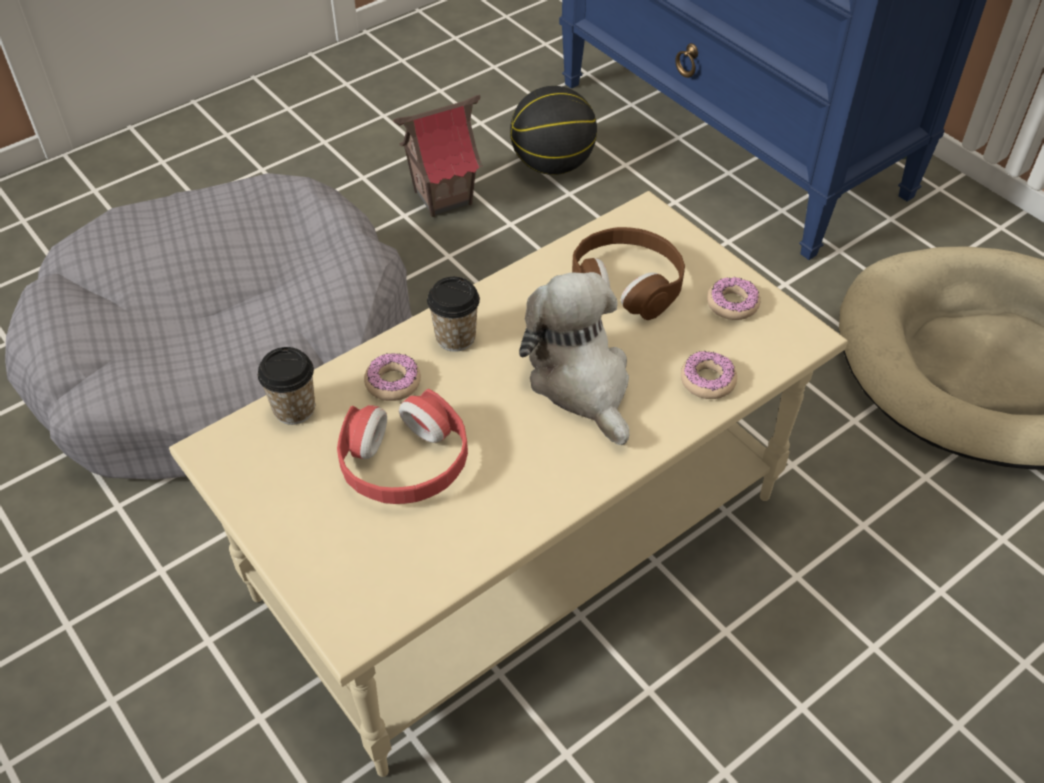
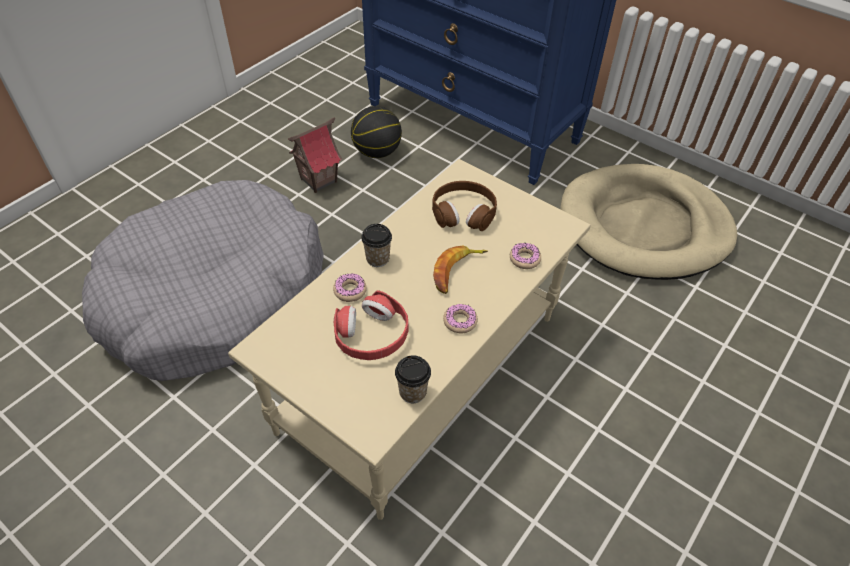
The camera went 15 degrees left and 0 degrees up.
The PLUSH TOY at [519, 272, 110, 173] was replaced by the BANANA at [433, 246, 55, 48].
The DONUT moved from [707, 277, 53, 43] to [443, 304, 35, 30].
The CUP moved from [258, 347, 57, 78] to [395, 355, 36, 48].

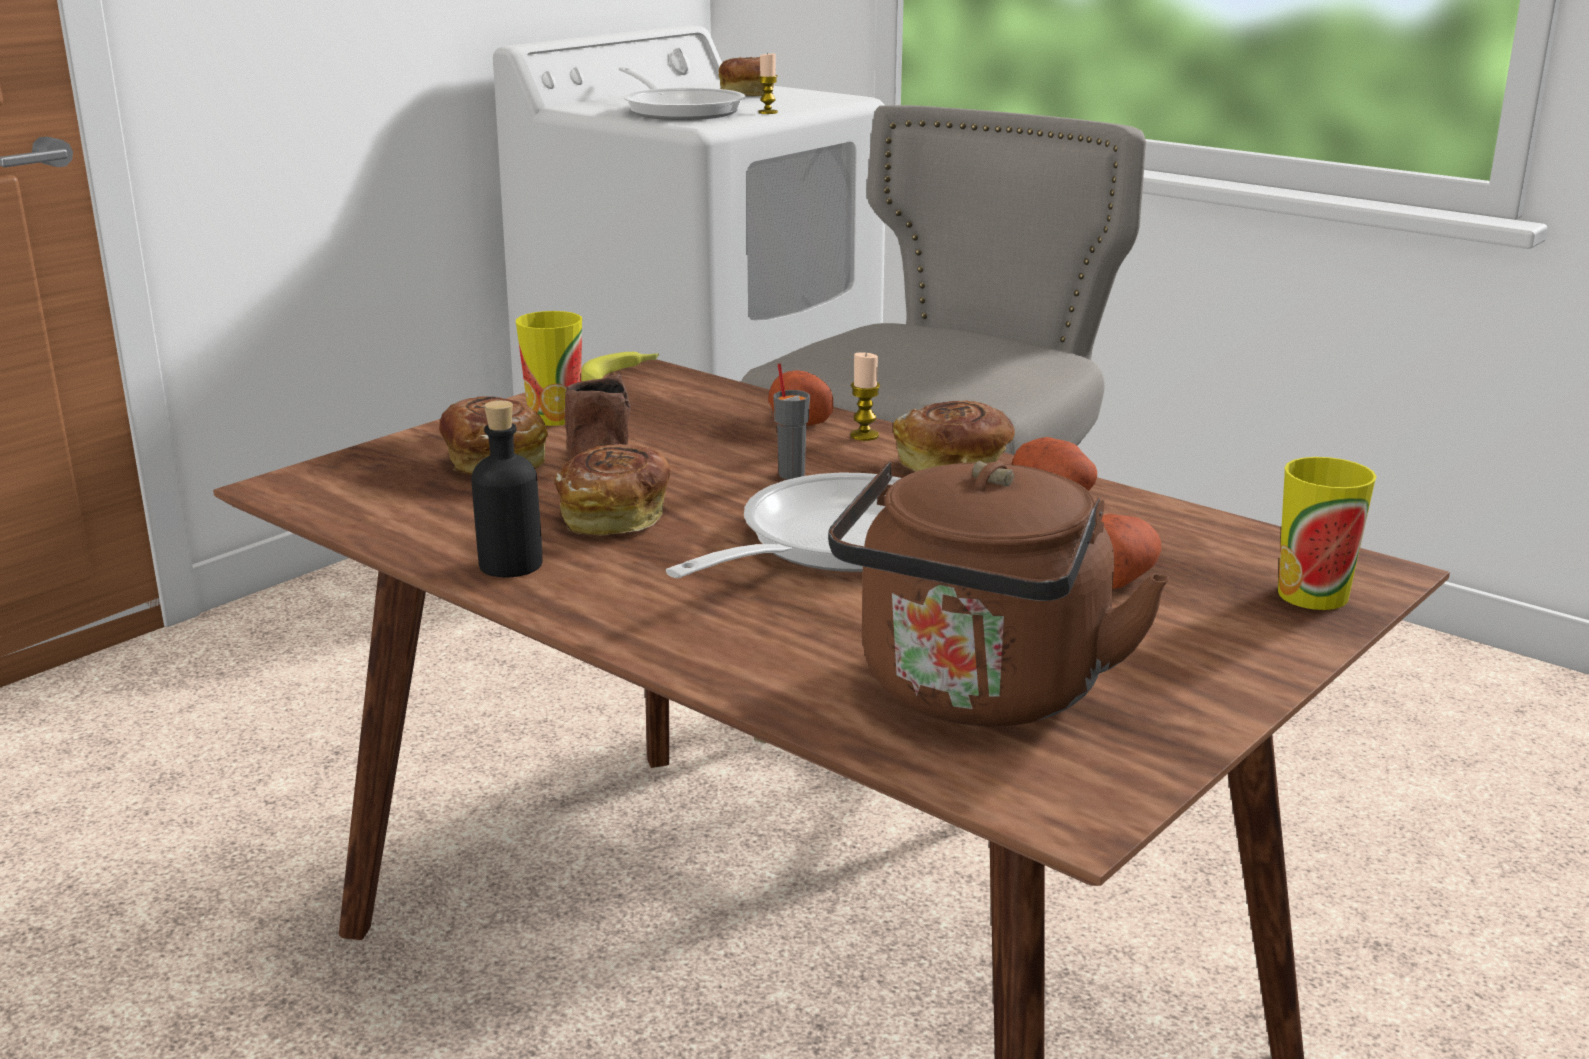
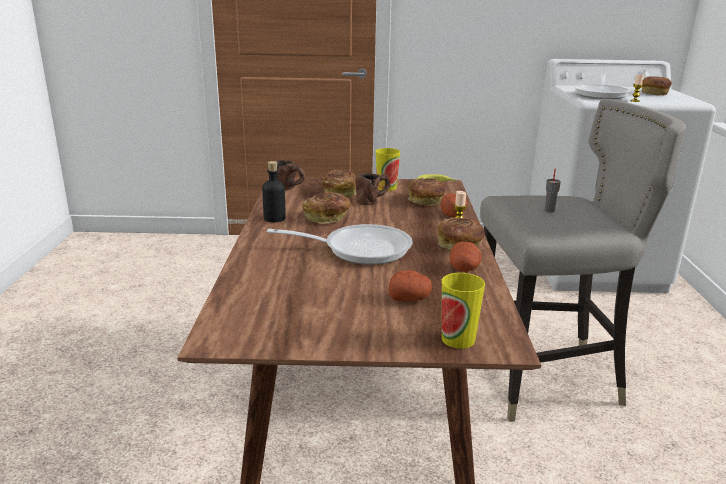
The camera went 50 degrees right and 0 degrees up.
The GREY CUP moved from [773, 363, 37, 116] to [545, 169, 16, 44].
The BROWN KETTLE at [828, 461, 341, 266] disappeared.
The BROWN MUG at [274, 159, 31, 31] appeared.
The BREAD at [408, 178, 37, 28] appeared.

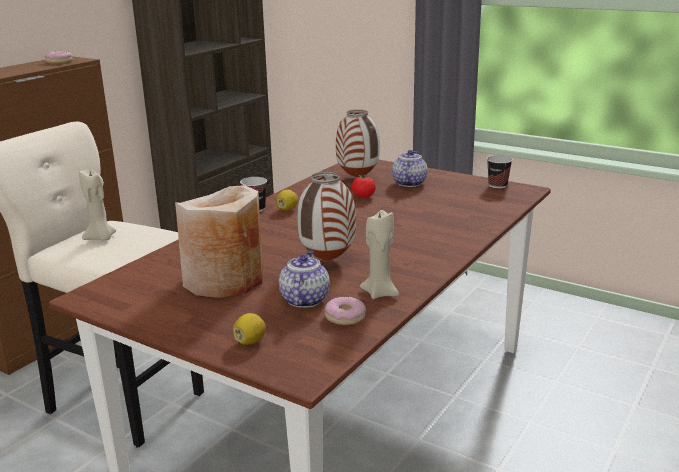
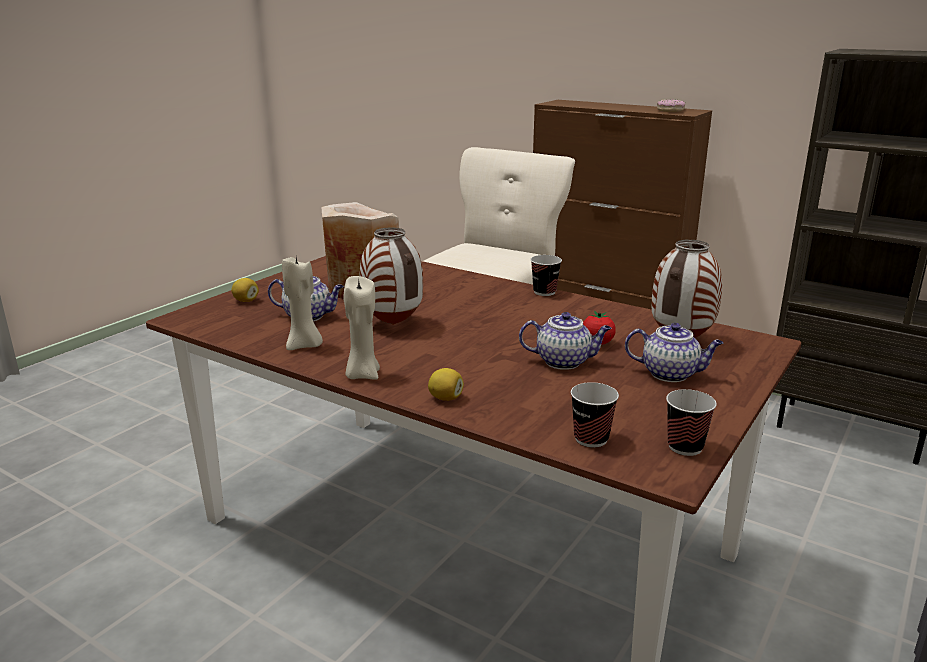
The camera went 90 degrees right and 0 degrees up.
The BEIGE CANDLE moved from [79, 170, 38, 70] to [344, 276, 36, 103].
The LEMON moved from [276, 190, 22, 21] to [428, 368, 36, 33].
The DONUT at [324, 297, 42, 28] disappeared.
The TEAPOT at [519, 312, 92, 58] appeared.
The CUP at [571, 382, 48, 66] appeared.

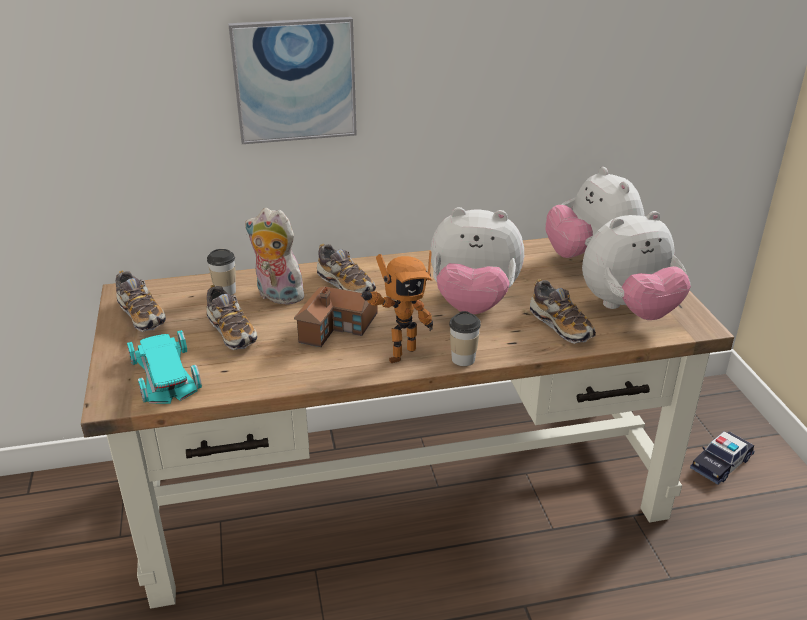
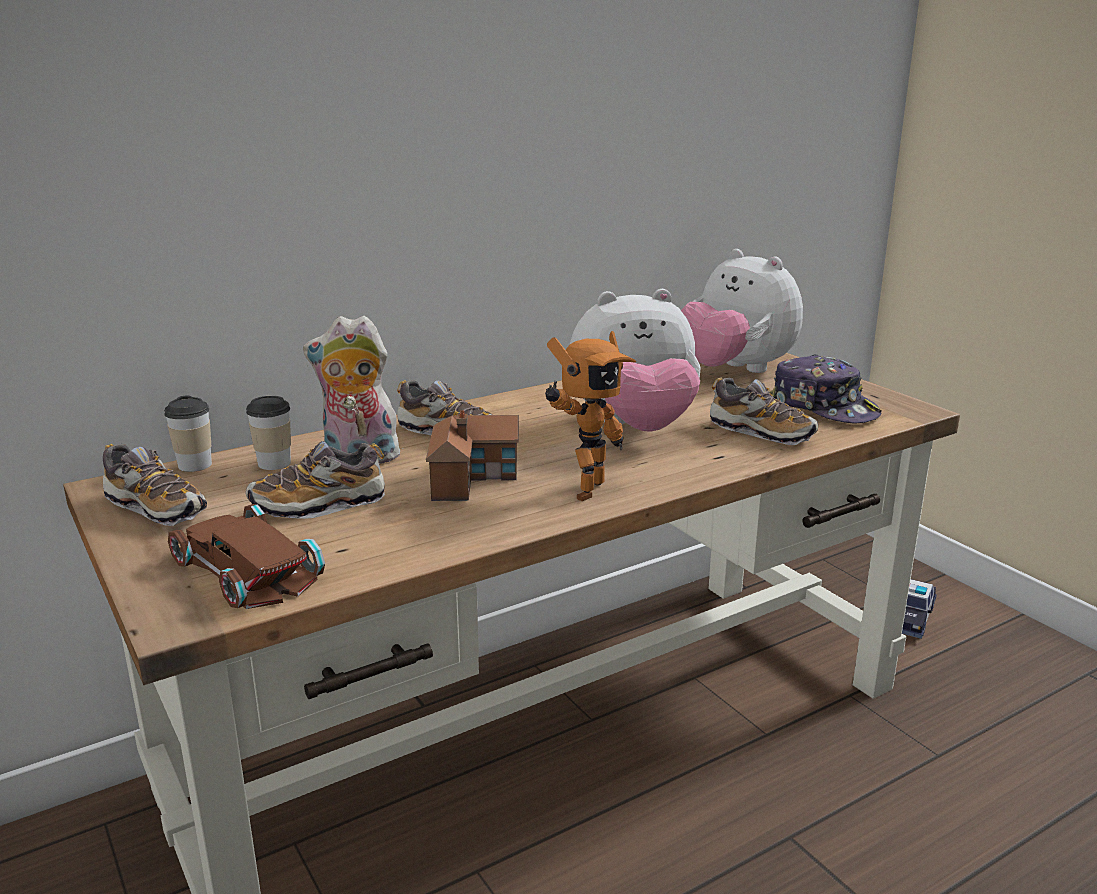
The camera went 20 degrees left and 10 degrees down.
The PICTURE at [228, 17, 129, 127] disappeared.
The PLUSH TOY at [582, 211, 109, 109] was replaced by the CAP at [770, 354, 111, 69].
The SHOE at [207, 285, 50, 65] turned 120 degrees clockwise.
The CUP moved from [449, 311, 32, 55] to [164, 395, 48, 77].
The TURQUOISE TOY CAR at [127, 330, 75, 74] became the BROWN TOY CAR at [168, 504, 157, 105].

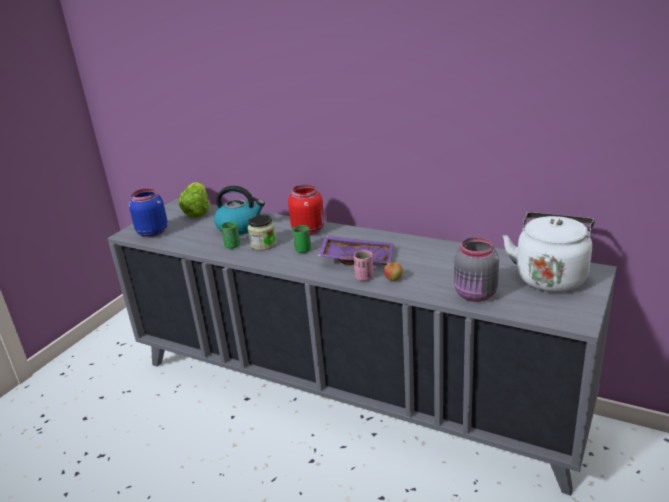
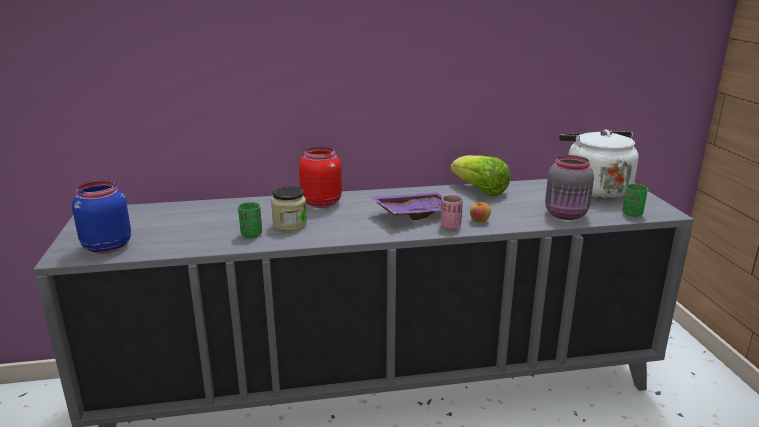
The camera went 40 degrees left and 5 degrees down.
The LETTUCE moved from [179, 182, 31, 36] to [451, 155, 59, 41].
The KETTLE at [214, 186, 51, 49] disappeared.
The GREEN CUP moved from [292, 225, 19, 28] to [622, 184, 26, 33].

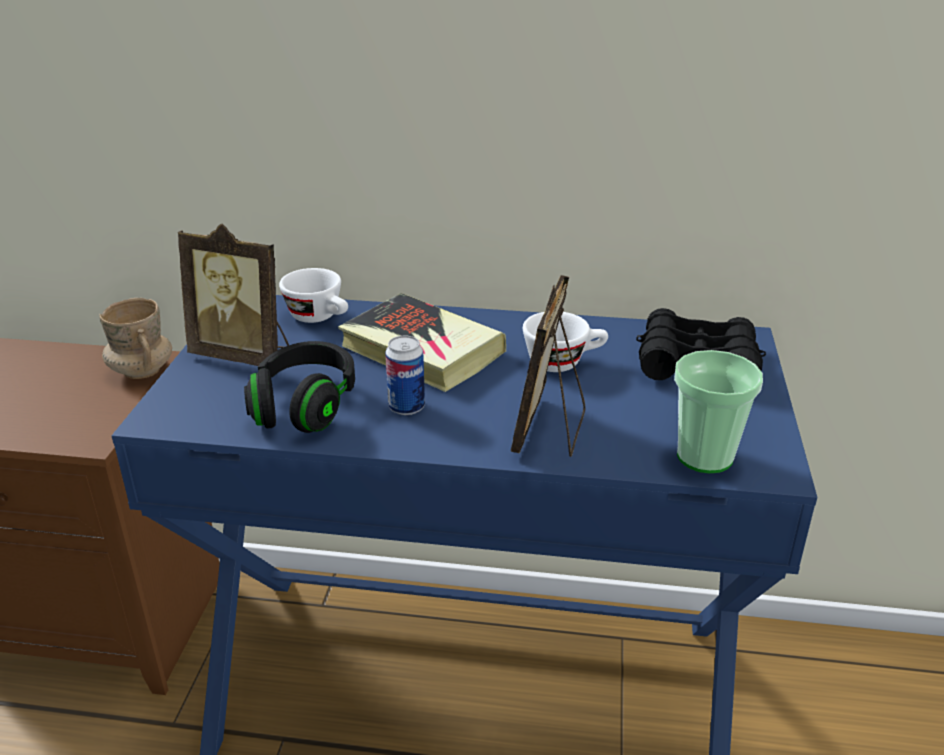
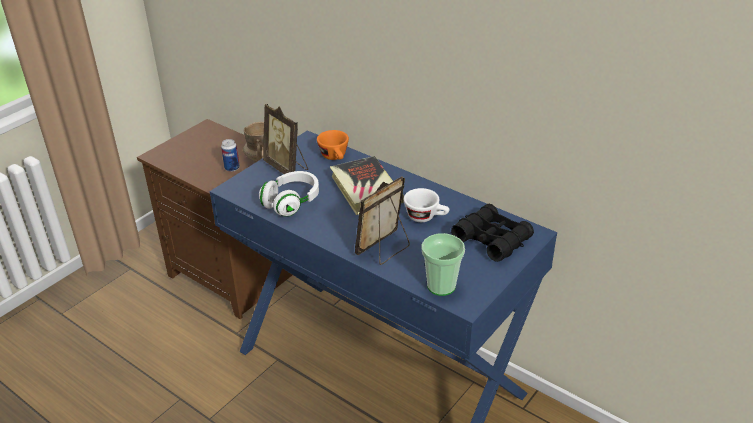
The camera went 30 degrees right and 5 degrees up.
The WHITE CUP at [279, 268, 69, 55] became the ORANGE CUP at [317, 130, 32, 30].
The CAN moved from [385, 336, 40, 79] to [221, 139, 19, 33].
The BLACK HEADPHONES at [244, 341, 111, 92] became the WHITE HEADPHONES at [259, 171, 60, 46].

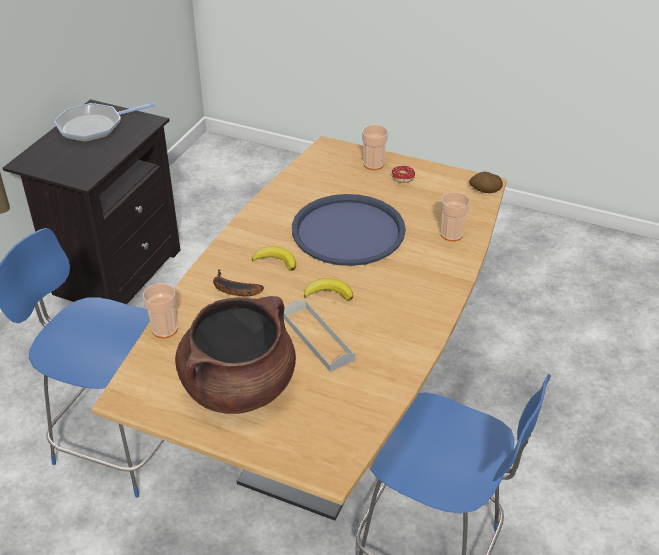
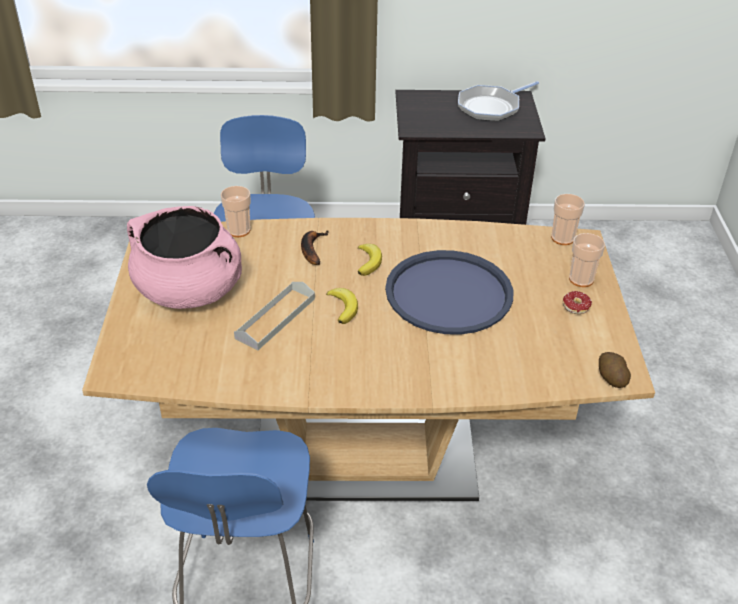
The camera went 65 degrees right and 0 degrees up.
The FRYING PAN at [54, 103, 101, 39] turned 75 degrees counterclockwise.
The CUP moved from [441, 192, 29, 50] to [551, 194, 34, 51].
The BROWN COOKING POT at [175, 296, 121, 118] became the PINK COOKING POT at [127, 206, 115, 103].

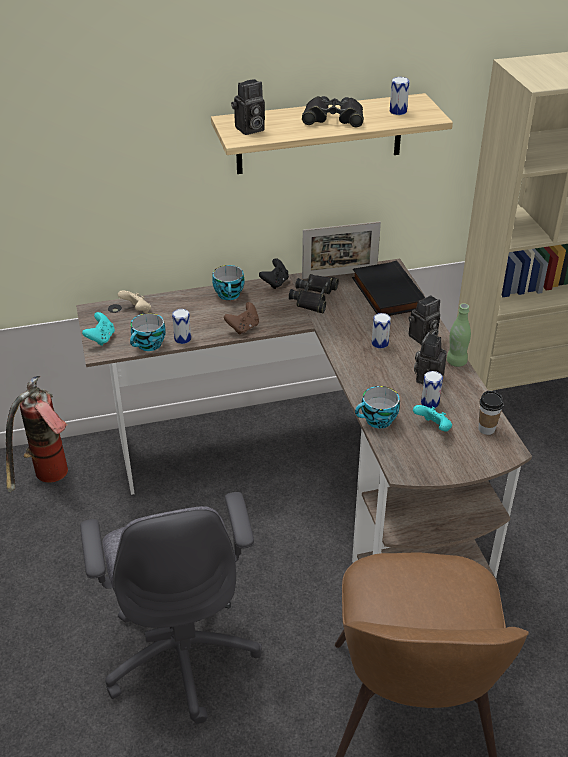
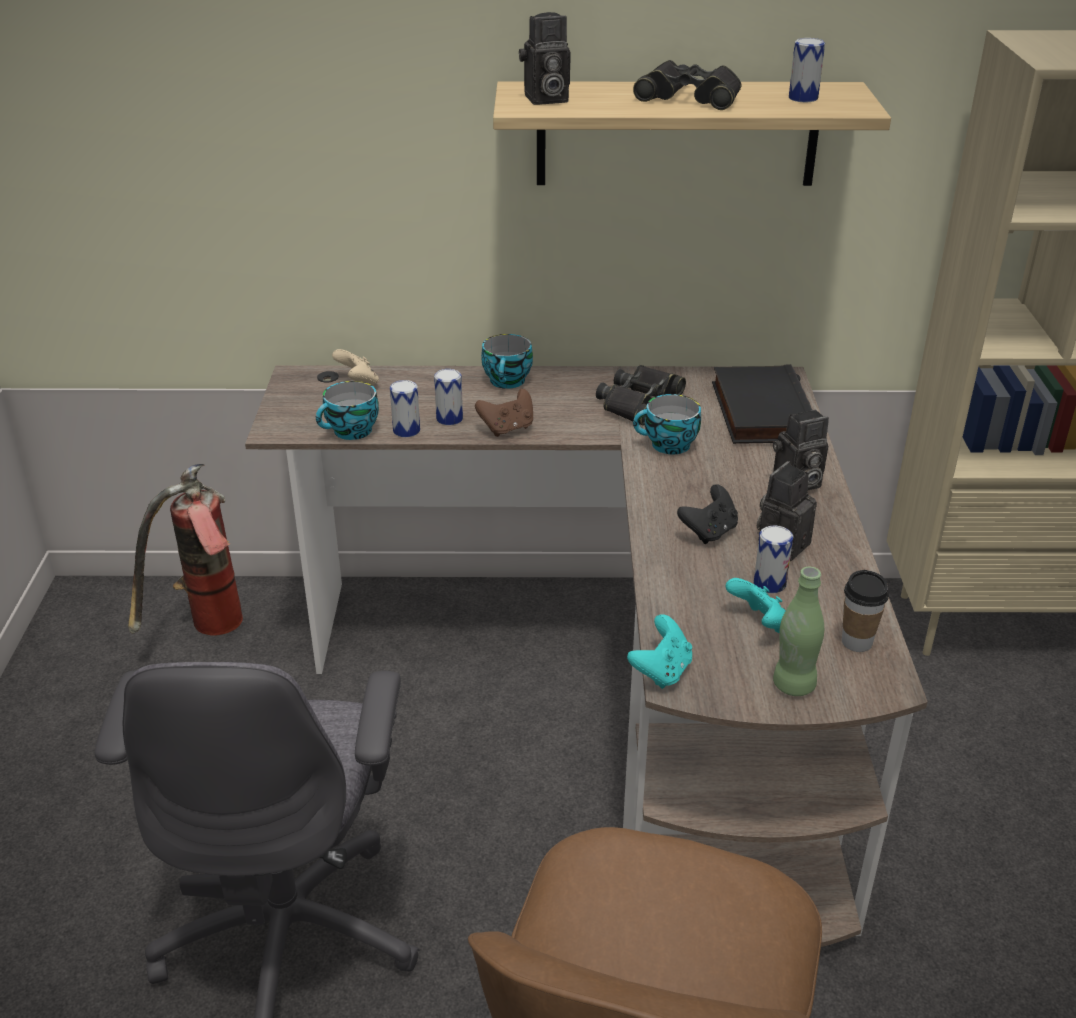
The camera went 15 degrees right and 5 degrees down.
The PICTURE FRAME at [302, 222, 79, 57] disappeared.
The BLACK GAME CONTROLLER moved from [259, 258, 30, 31] to [677, 484, 61, 60].
The GREEN BOTTLE moved from [447, 303, 24, 64] to [773, 567, 51, 129].
The TURQUOISE GAME CONTROLLER moved from [82, 312, 33, 34] to [627, 614, 65, 75].
The CAN moved from [372, 313, 19, 35] to [434, 369, 29, 56].
The CUP moved from [355, 386, 45, 42] to [633, 394, 68, 60].

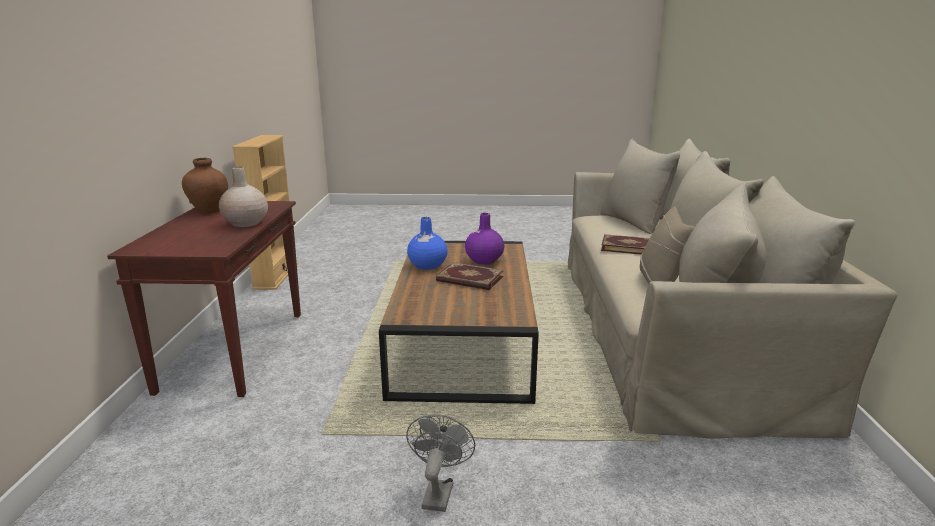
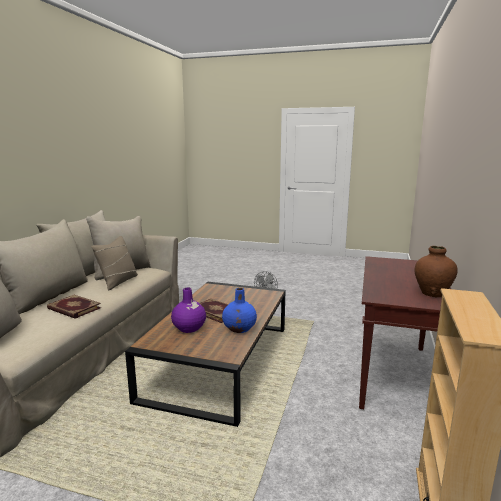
The camera went 165 degrees left and 5 degrees down.
The BEIGE VASE at [219, 167, 49, 60] disappeared.

